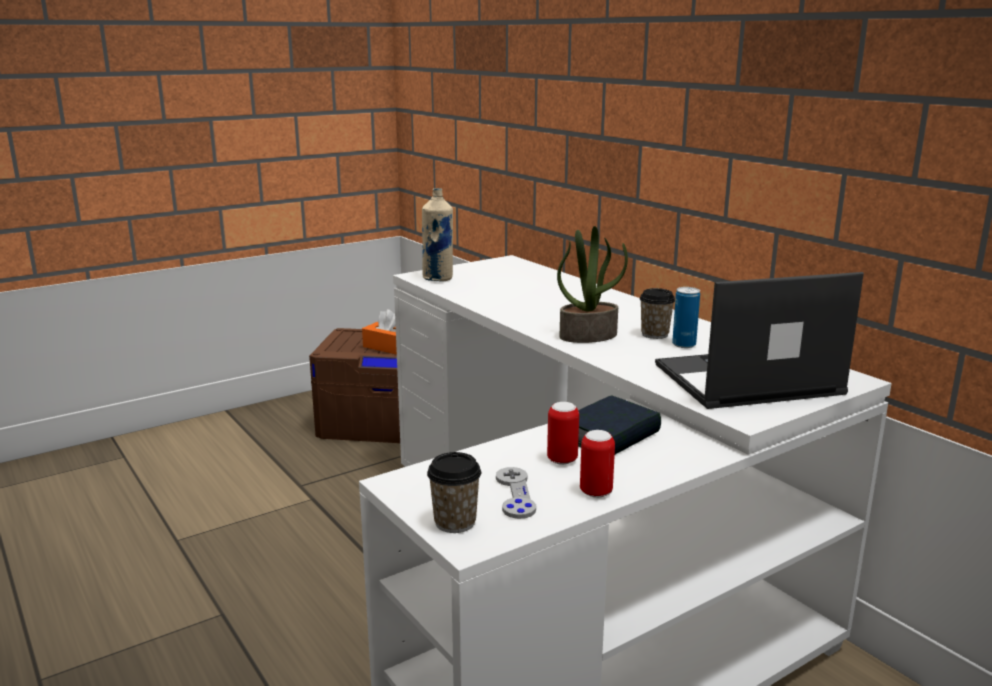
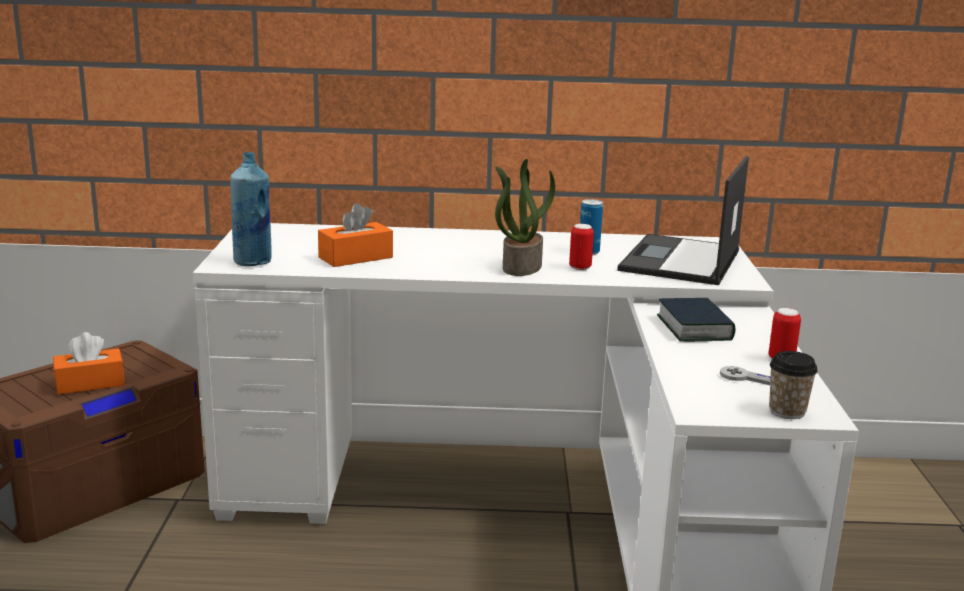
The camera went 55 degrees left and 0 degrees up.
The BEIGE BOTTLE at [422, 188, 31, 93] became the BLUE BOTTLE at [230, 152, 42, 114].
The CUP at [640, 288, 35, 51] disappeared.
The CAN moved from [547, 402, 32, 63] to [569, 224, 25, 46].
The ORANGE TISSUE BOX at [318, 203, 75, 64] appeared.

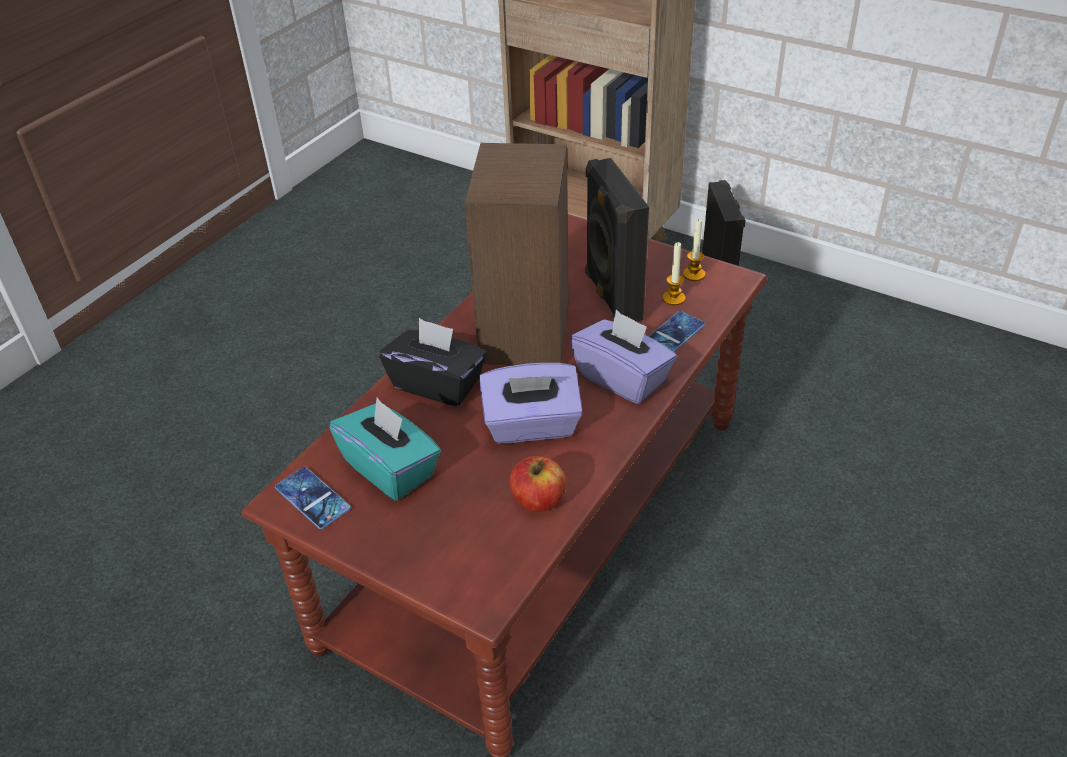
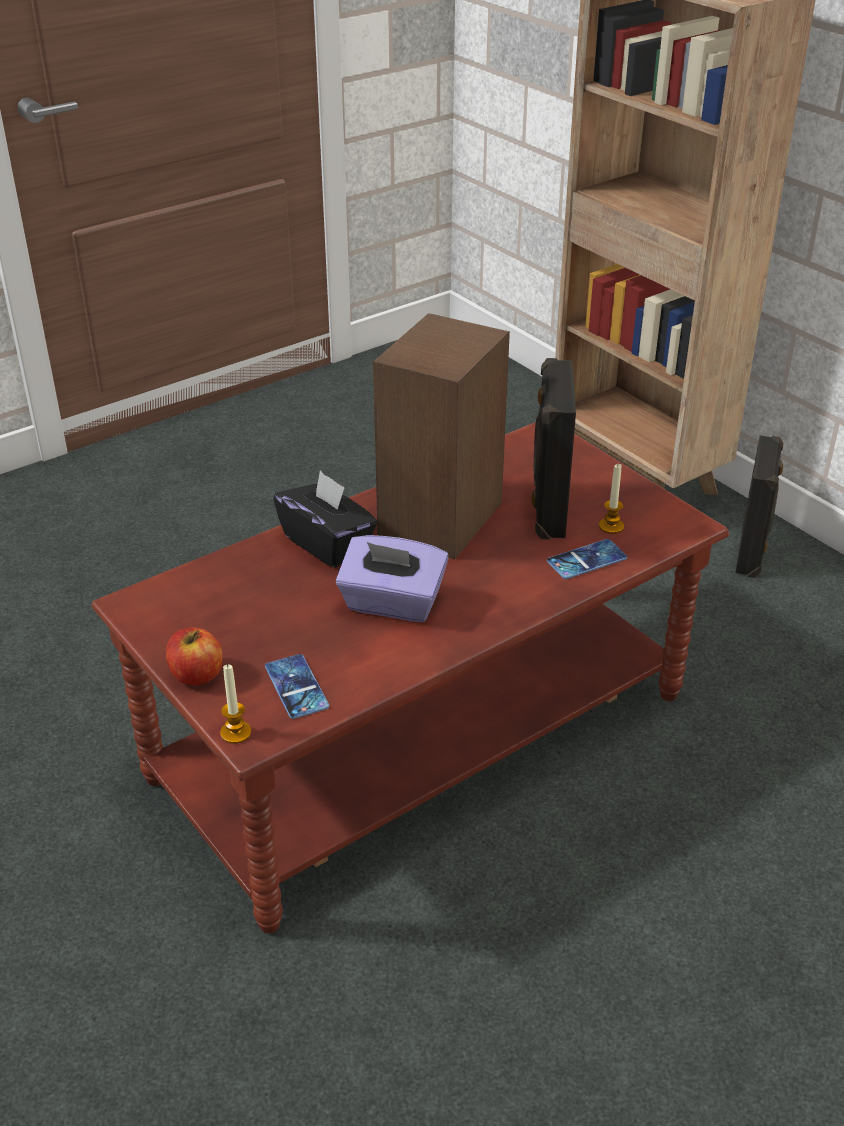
The camera went 20 degrees right and 5 degrees down.
The CANDLE moved from [683, 220, 22, 61] to [220, 664, 31, 80].
The PURPLE TISSUE BOX at [571, 310, 106, 94] disappeared.
The TURQUOISE TISSUE BOX at [329, 397, 112, 104] disappeared.
The APPLE moved from [510, 456, 56, 56] to [166, 628, 57, 57].
The PHONE moved from [275, 467, 76, 62] to [265, 654, 64, 65].

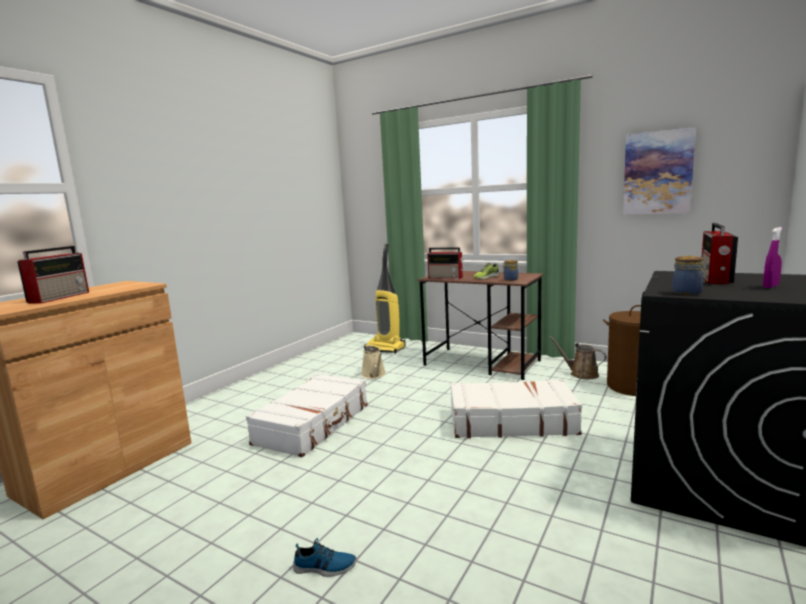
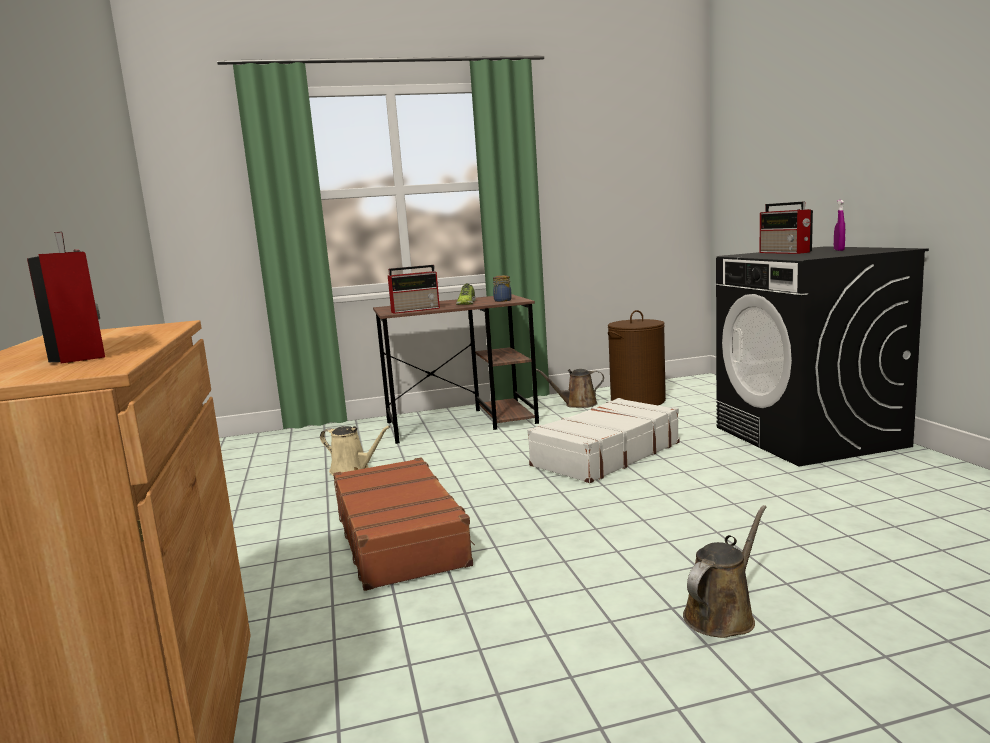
The camera went 45 degrees left and 0 degrees up.
The PICTURE at [623, 127, 73, 88] disappeared.
The VACUUM CLEANER at [364, 244, 42, 110] disappeared.
The JAR at [672, 256, 34, 39] disappeared.
The WHITE SUITCASE at [246, 374, 121, 83] became the BROWN SUITCASE at [333, 458, 142, 133].
The SHOE at [293, 538, 63, 39] was replaced by the BROWN WATERING CAN at [683, 505, 83, 133].

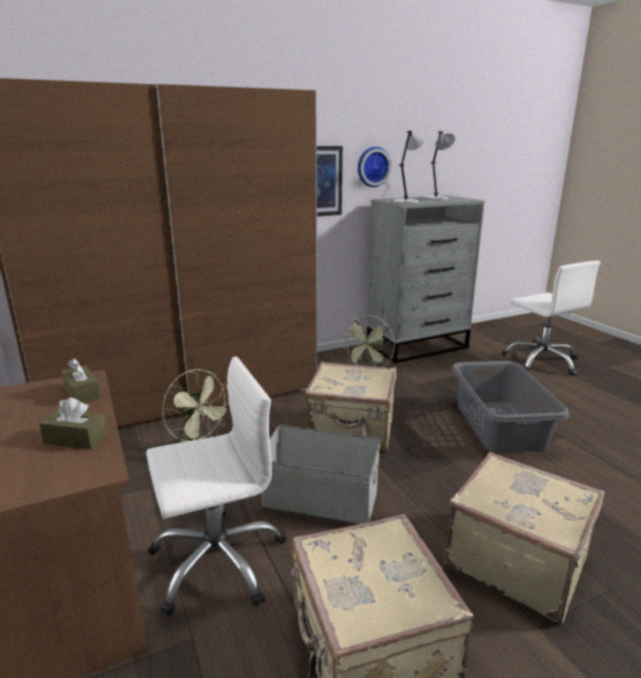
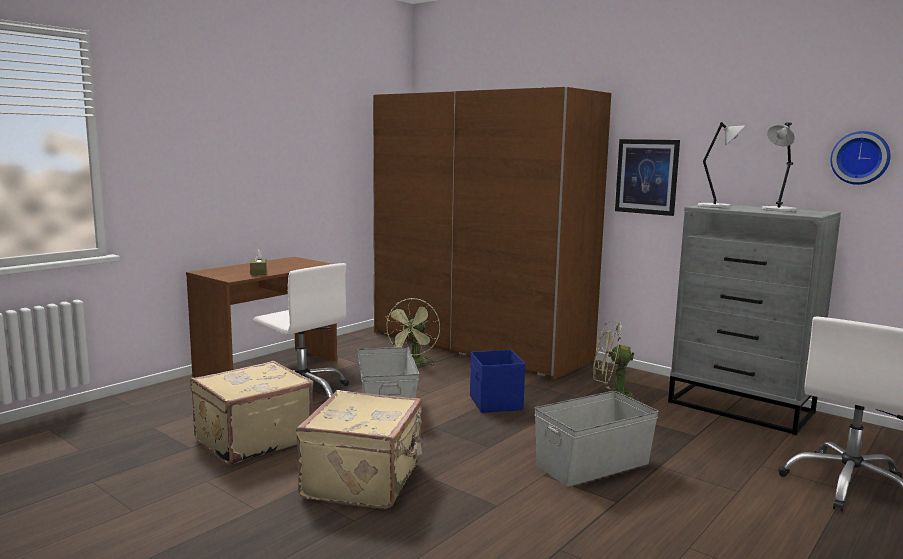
The camera went 65 degrees right and 10 degrees down.
The WALL CLOCK moved from [358, 147, 33, 40] to [830, 131, 61, 54].
The BROWN TISSUE BOX at [61, 358, 40, 45] disappeared.
The GREY LAUNDRY BASKET at [451, 361, 118, 92] was replaced by the GREY STORAGE BOX at [534, 391, 125, 96].
The BEIGE SUITCASE at [305, 362, 91, 89] was replaced by the BLUE STORAGE BOX at [470, 350, 55, 63].

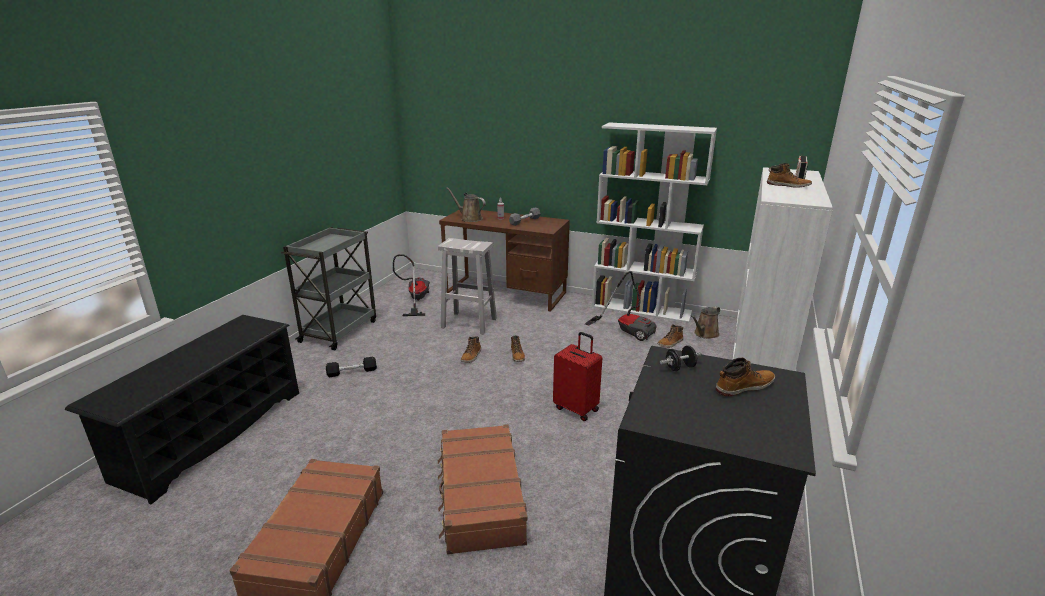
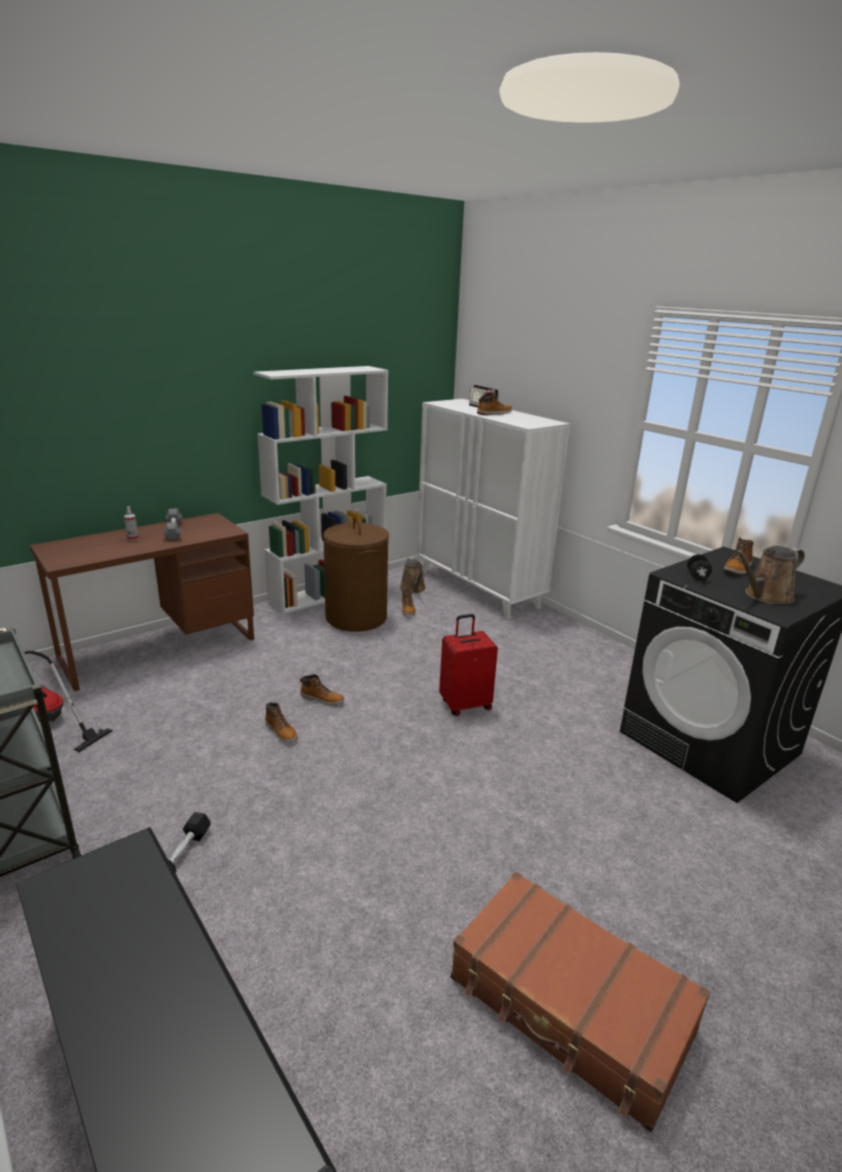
The camera went 60 degrees left and 0 degrees up.
The BROWN WATERING CAN moved from [447, 187, 39, 35] to [735, 546, 70, 58].
The WHITE STOOL at [438, 238, 59, 97] disappeared.
The VACUUM CLEANER at [585, 271, 71, 70] was replaced by the BROWN LAUNDRY BASKET at [323, 518, 66, 114].
The BOOT at [715, 358, 60, 38] turned 150 degrees counterclockwise.
The BROWN SUITCASE at [438, 424, 89, 131] disappeared.

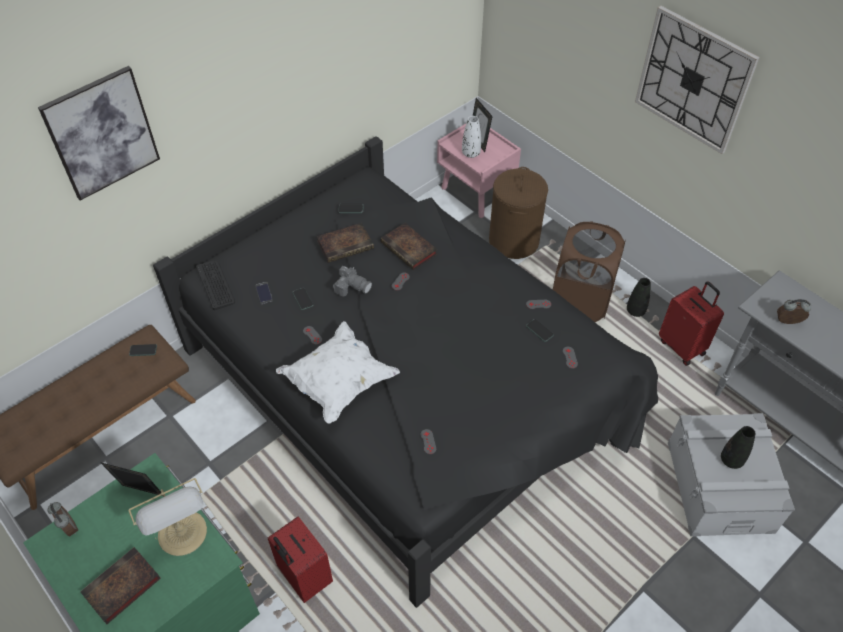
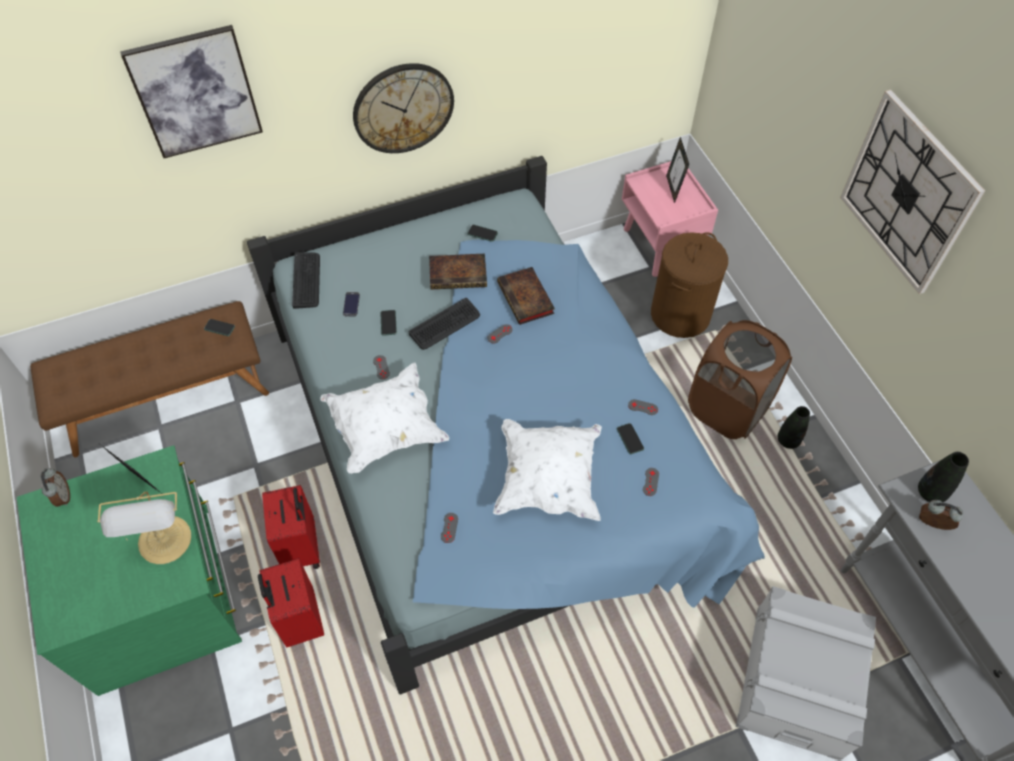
The camera went 20 degrees right and 5 degrees up.
The WHITE VASE at [462, 116, 19, 42] disappeared.
The BLACK BED at [153, 136, 505, 472] became the BLUE BED at [247, 156, 518, 538].
The PHOTO CAMERA at [333, 266, 39, 31] was replaced by the KEYBOARD at [409, 298, 71, 52].
The RED SUITCASE moved from [659, 281, 65, 85] to [262, 485, 58, 84].
The BLACK VASE moved from [721, 426, 34, 43] to [918, 452, 51, 50].
The BOOK at [80, 547, 81, 77] disappeared.
The WALL CLOCK at [353, 63, 101, 90] appeared.
The WHITE PILLOW at [493, 419, 109, 102] appeared.

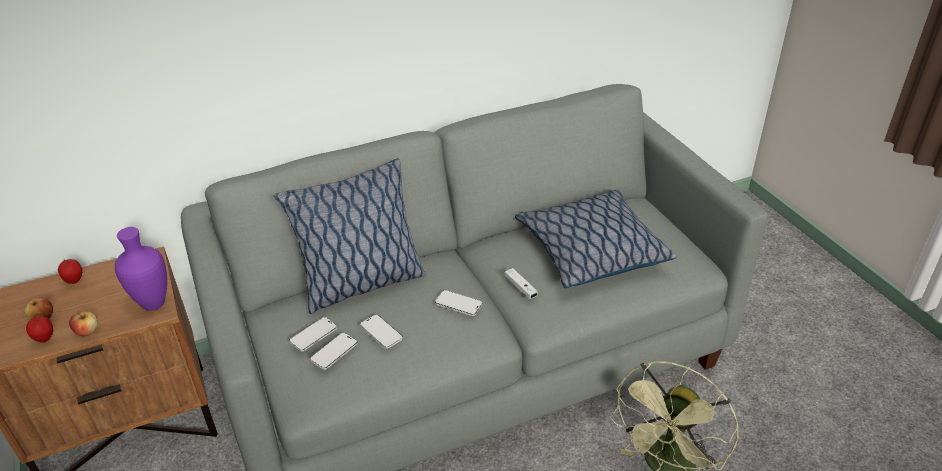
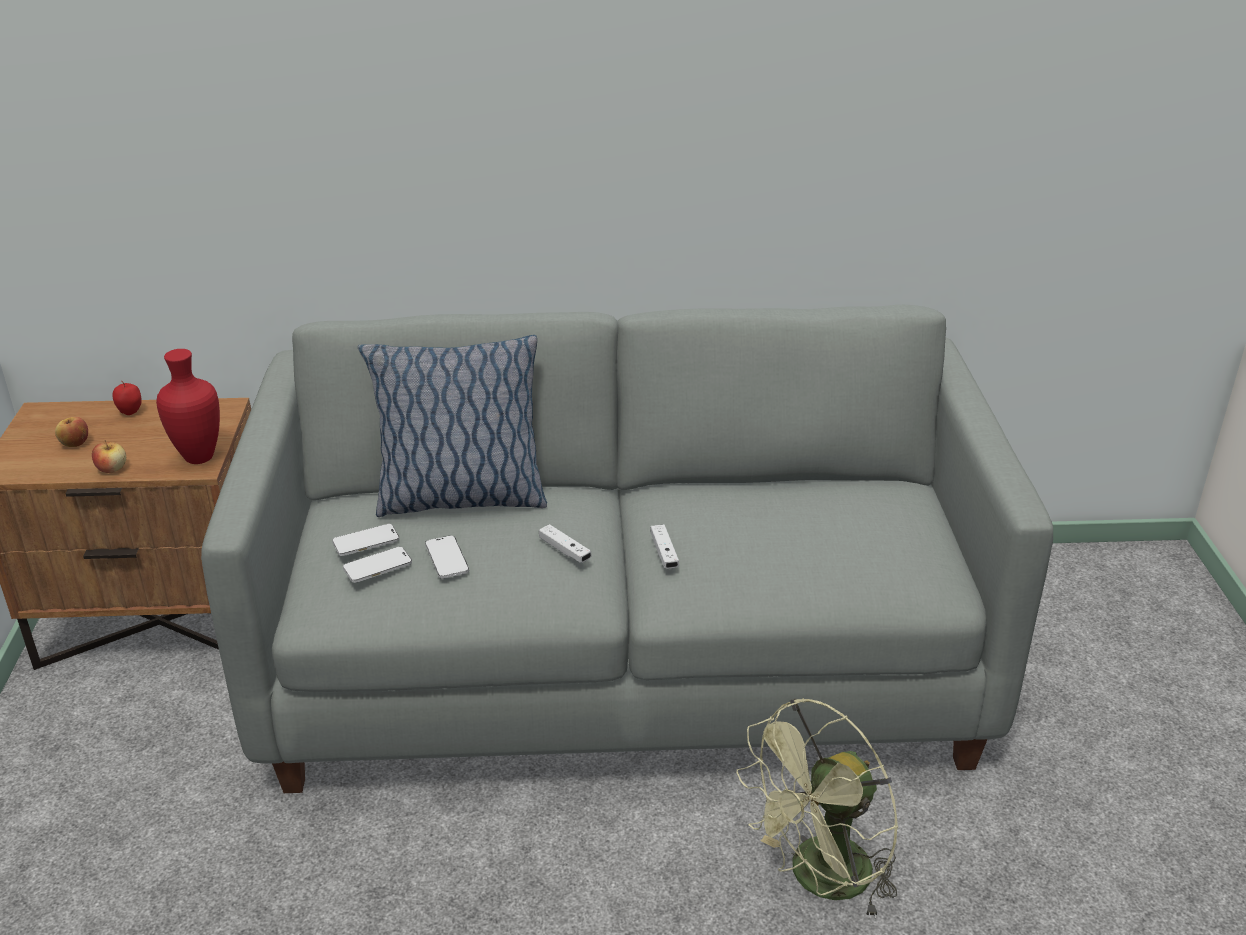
The camera went 20 degrees right and 5 degrees down.
The PILLOW at [515, 190, 162, 98] disappeared.
The PURPLE VASE at [115, 227, 52, 84] became the RED VASE at [156, 349, 64, 115].
The PHONE at [435, 290, 48, 26] was replaced by the WHITE GAME CONTROLLER at [539, 524, 53, 39].
The APPLE at [26, 316, 27, 27] disappeared.

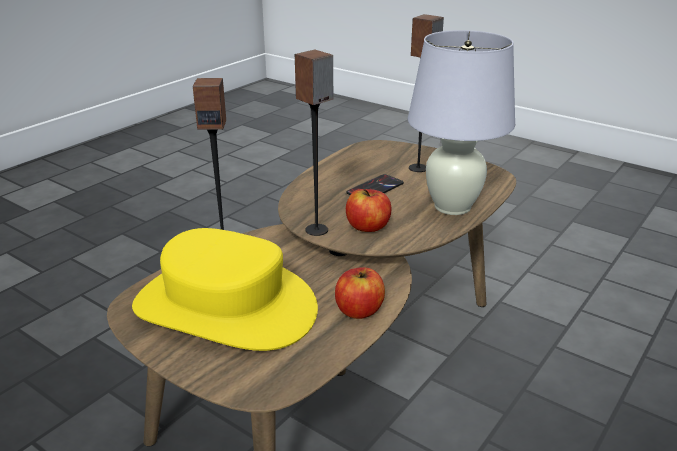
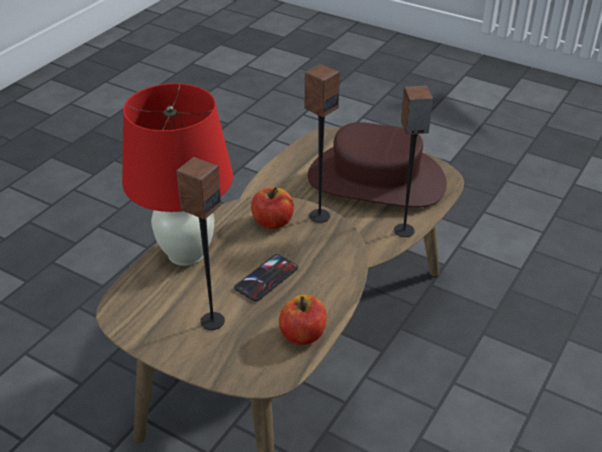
The camera went 175 degrees right and 10 degrees up.
The WHITE TABLE LAMP at [408, 30, 107, 185] became the RED TABLE LAMP at [122, 83, 111, 183].
The YELLOW HAT at [132, 228, 186, 123] became the BROWN HAT at [308, 122, 139, 85].
The APPLE moved from [335, 267, 50, 52] to [279, 294, 48, 51].

